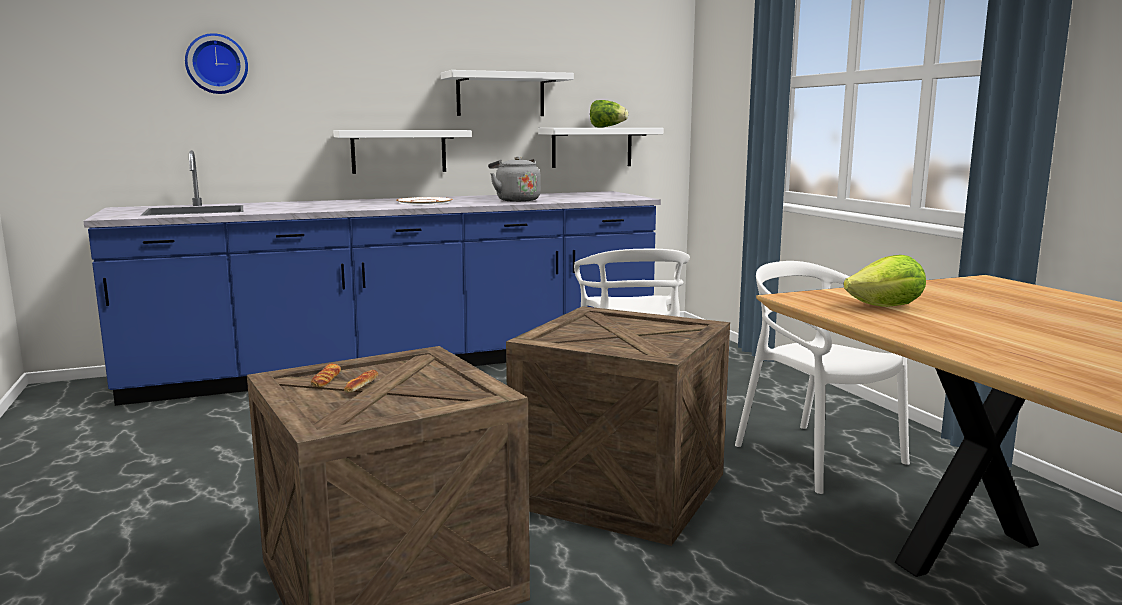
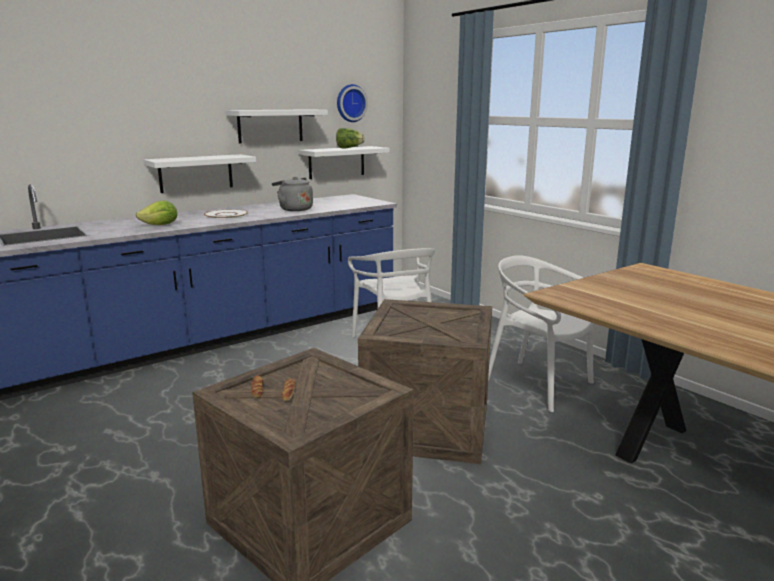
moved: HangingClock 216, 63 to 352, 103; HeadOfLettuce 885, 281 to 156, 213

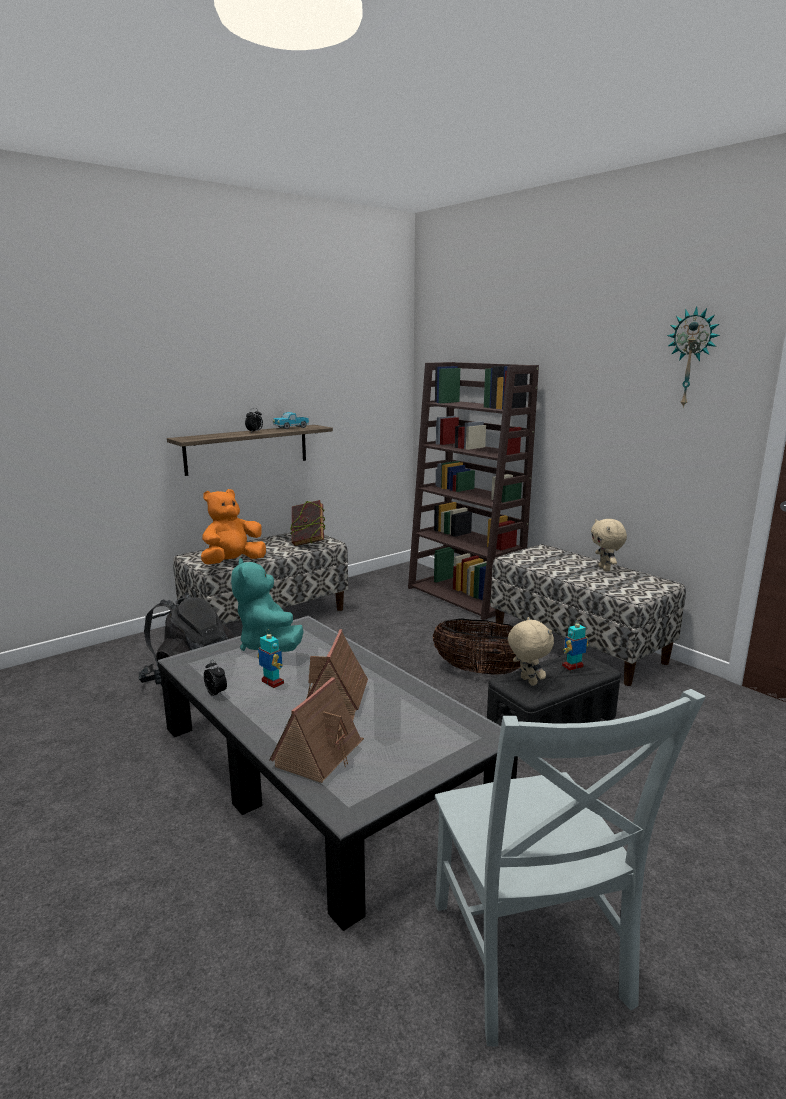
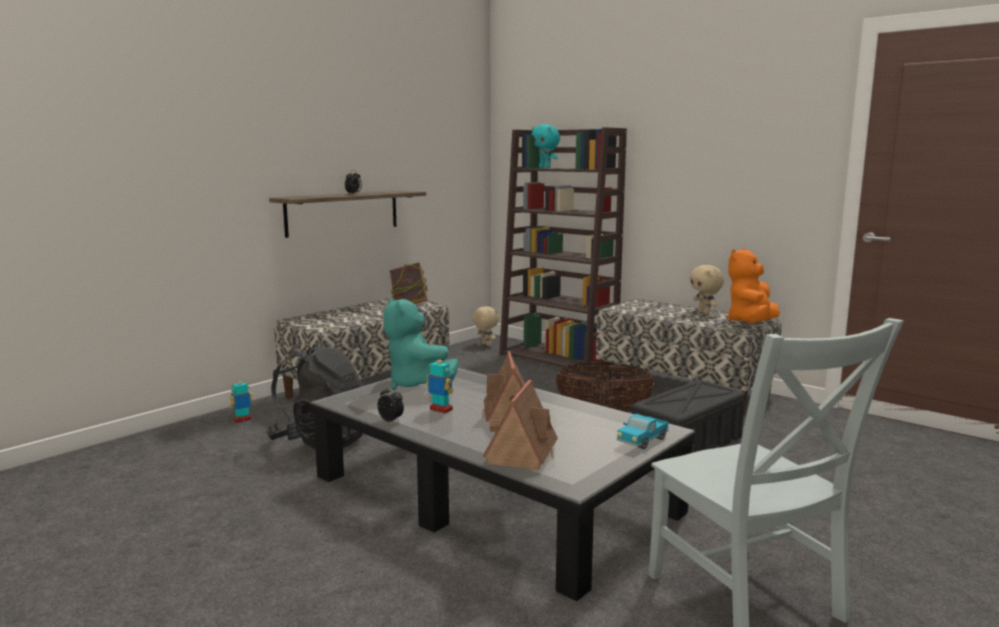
removed: HangingClock 693, 357
added: TurquoiseColouredCuddlyToy 546, 146
moved: OrangeColouredCuddlyToy 233, 526 to 753, 285; ToyLorry 291, 420 to 643, 431; SandColouredCuddlyToy 531, 651 to 486, 326; RobotFigure 575, 645 to 241, 400

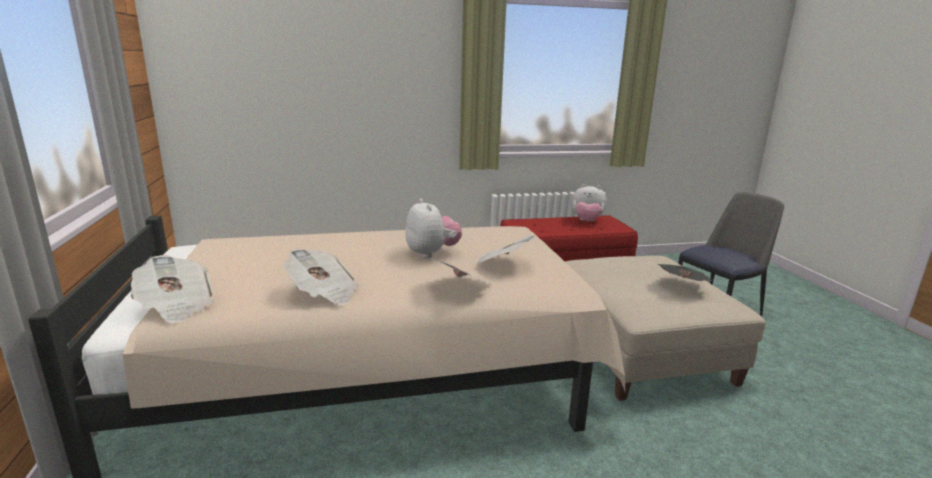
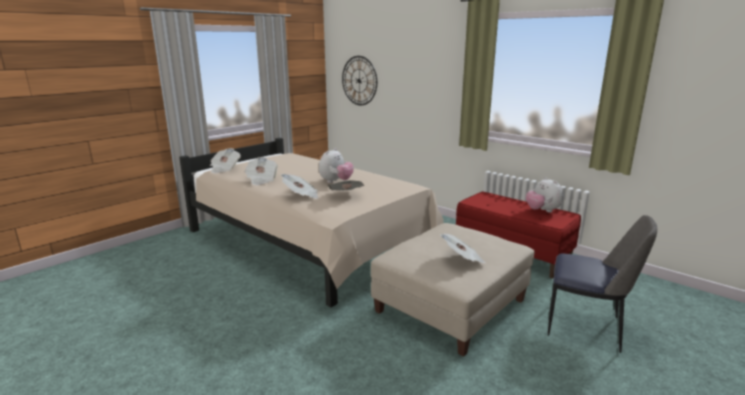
added: HangingClock 359, 80

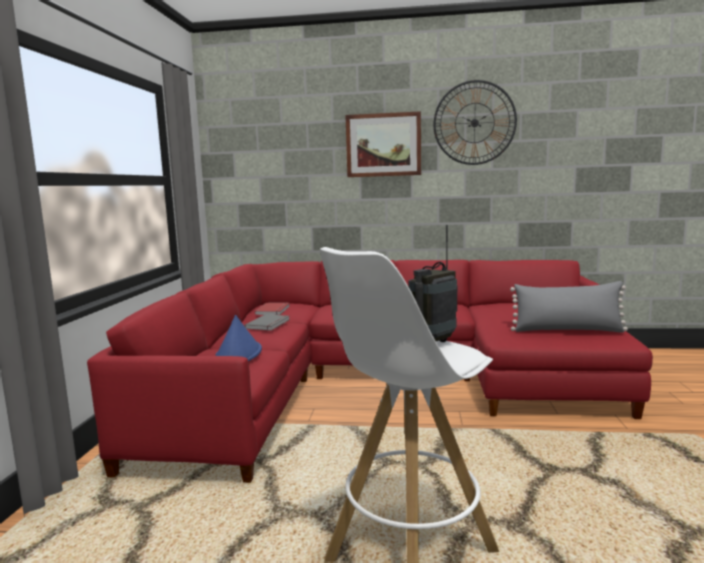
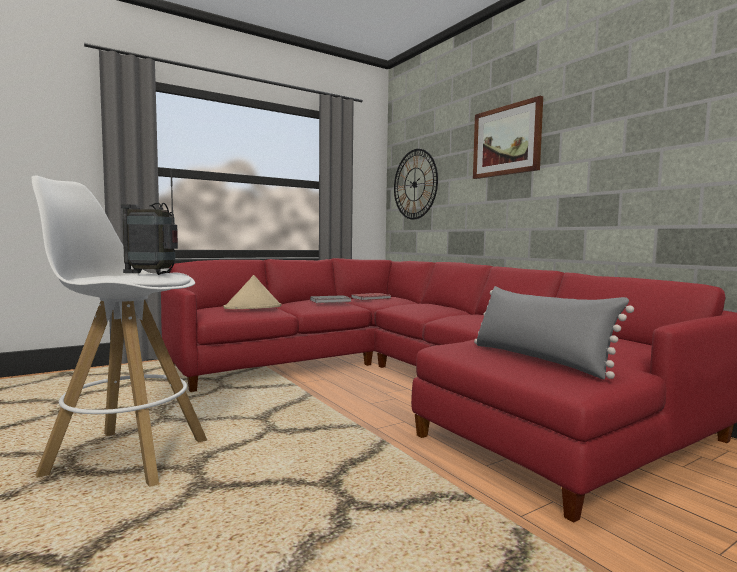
moved: HangingClock 475, 122 to 416, 184
recoloured: BlueColouredHat 238, 338 to SandColouredHat 252, 292

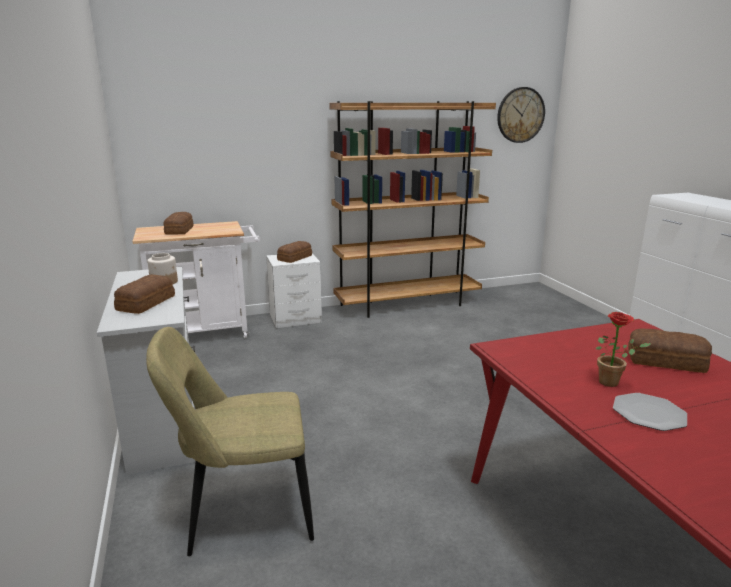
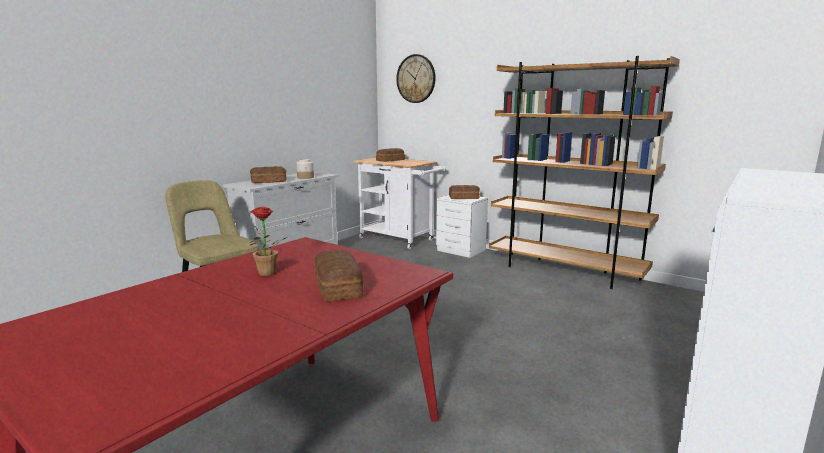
removed: FlatDish 650, 412
moved: HangingClock 521, 115 to 416, 78

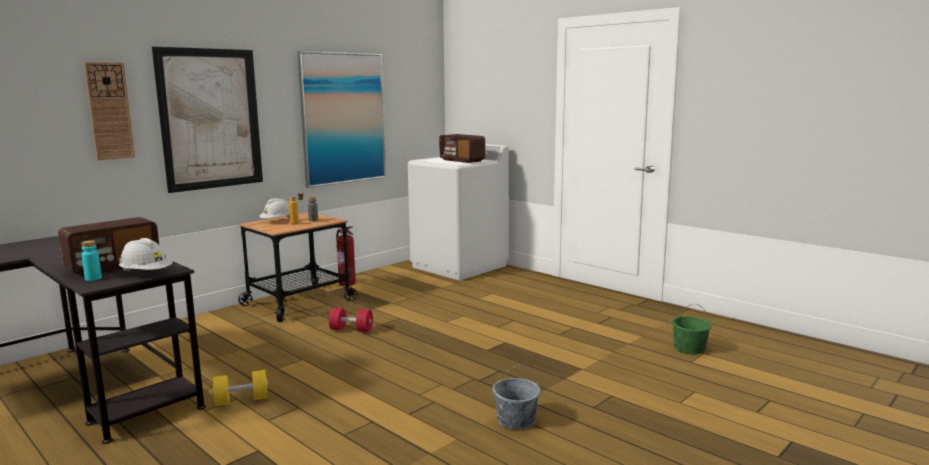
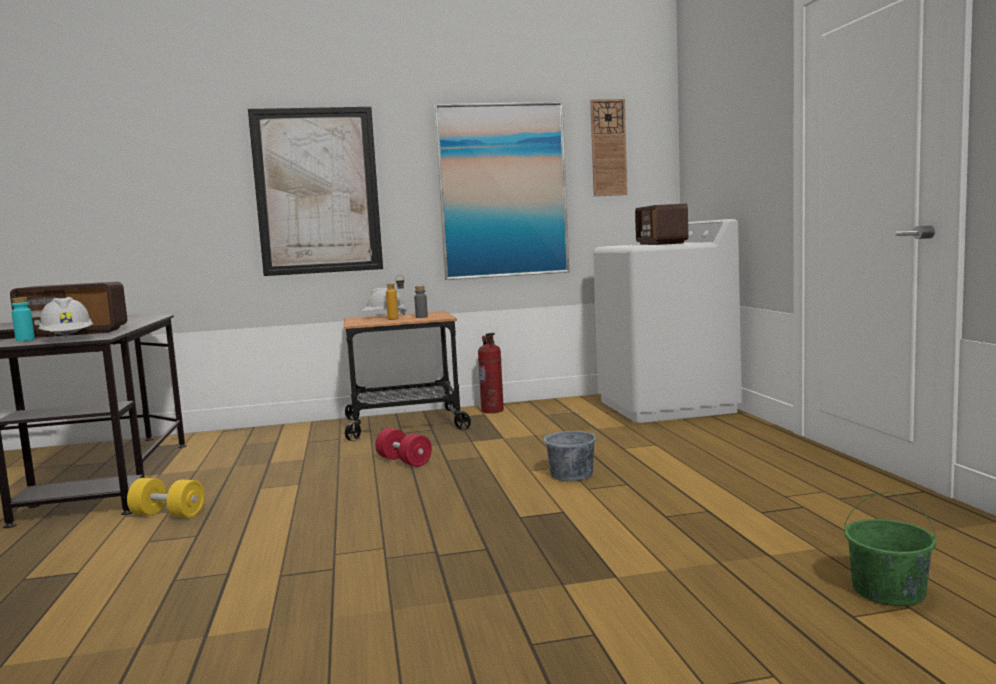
moved: HangingClock 109, 111 to 609, 147; GreyBucket 517, 397 to 570, 445

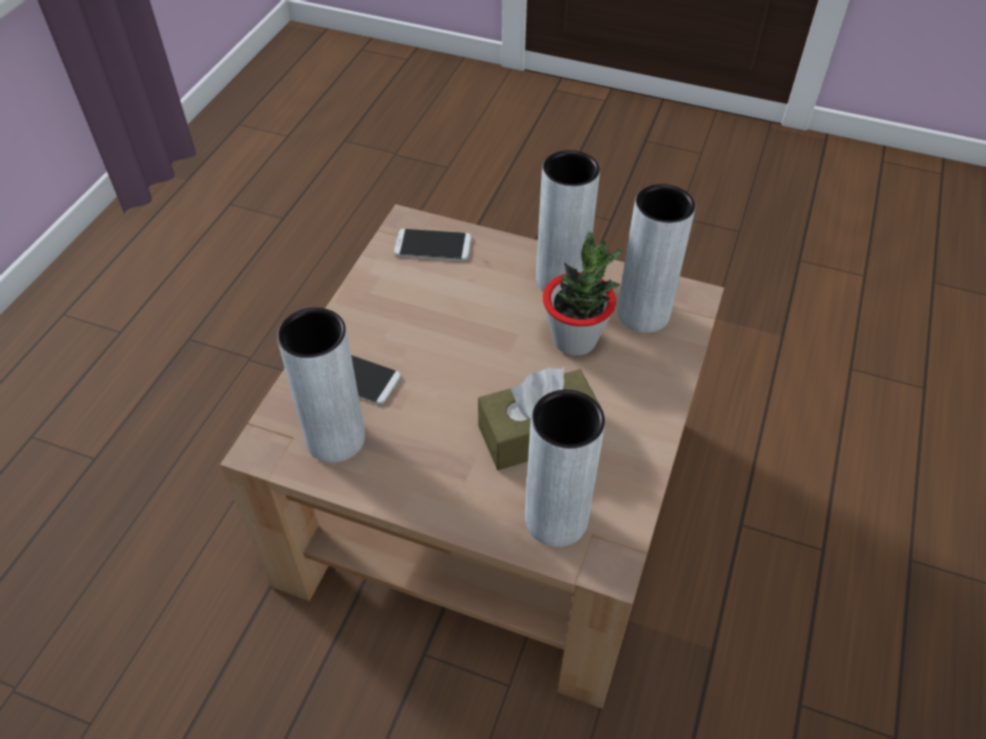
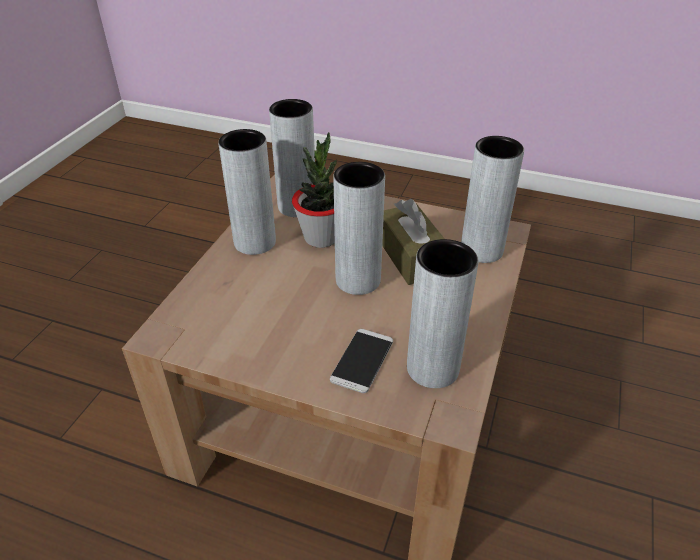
removed: Phone 433, 244
added: GreyDecorativeVase 359, 228

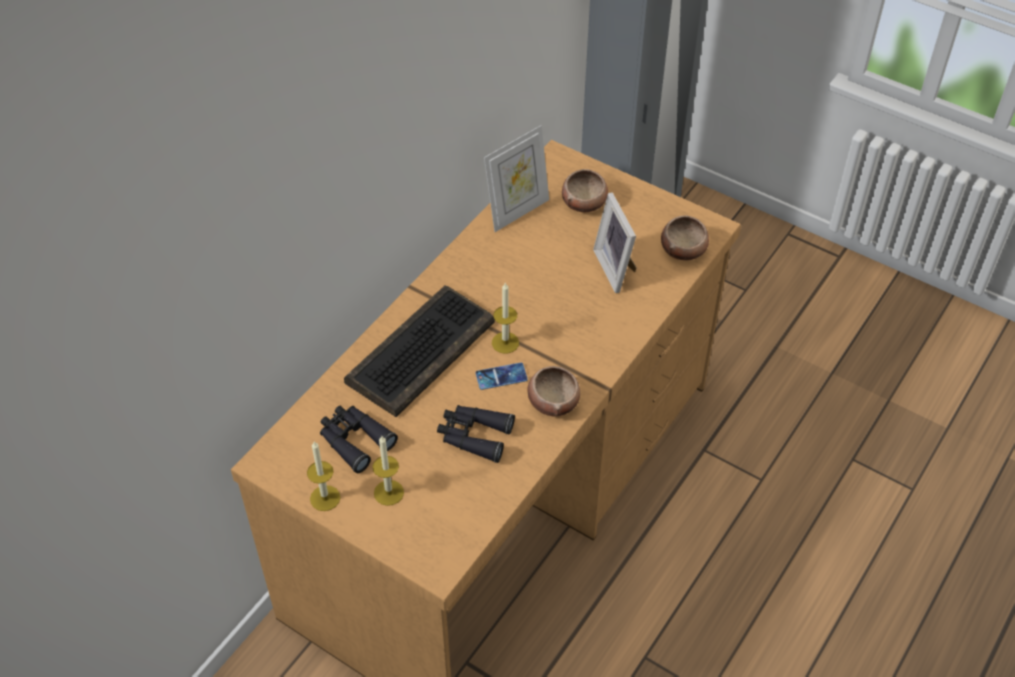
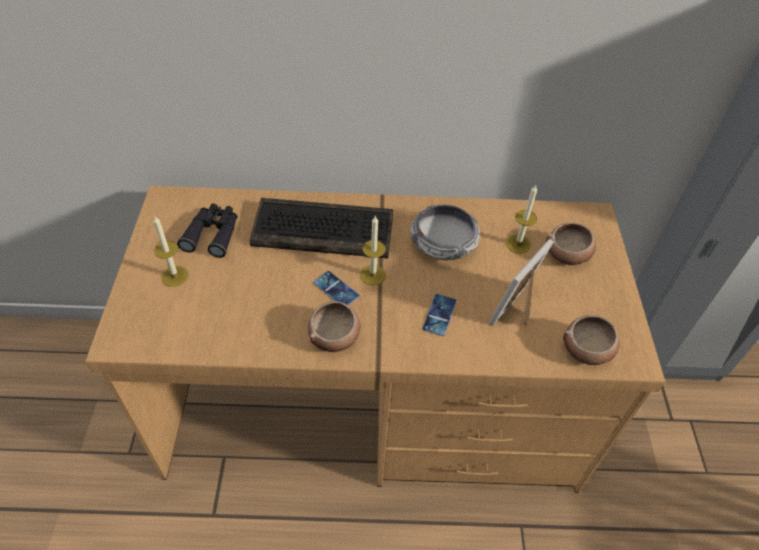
removed: BlackPairOfBinoculars 476, 434; PhotoFrame 516, 178
added: Bowl 445, 232; Phone 439, 315
moved: WaxCandle 323, 476 to 521, 219

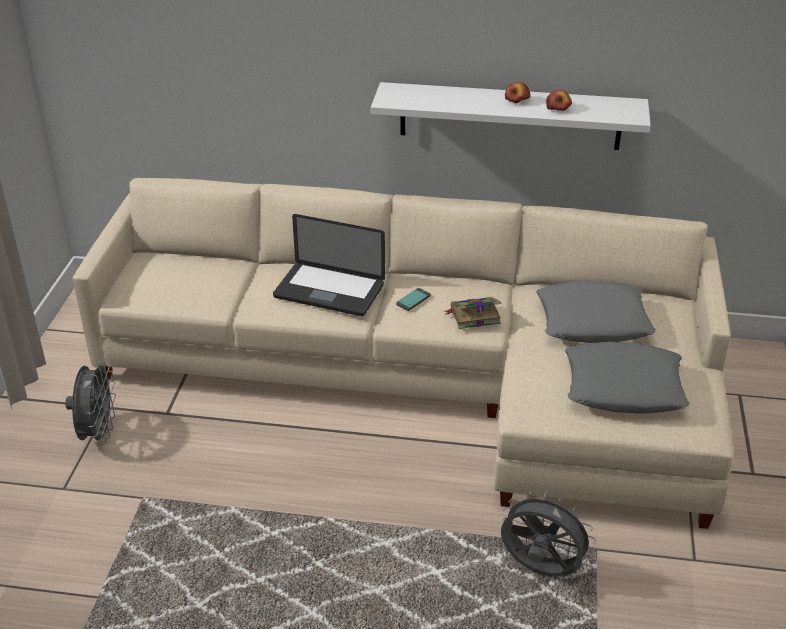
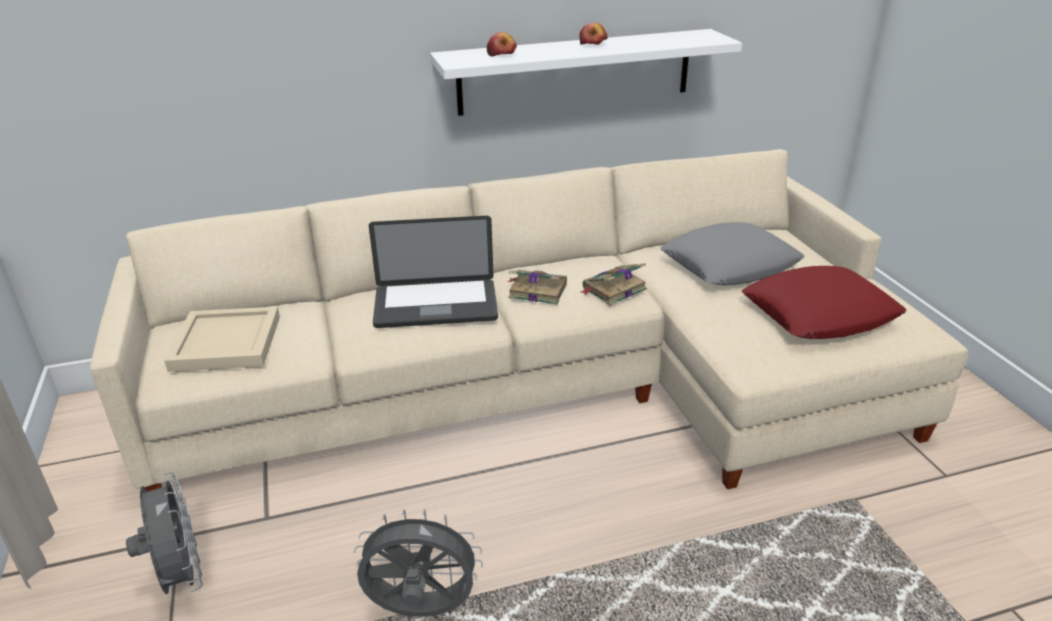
added: SandColouredCarryingTray 222, 339
moved: GreyCoolingFan 548, 534 to 418, 563; WholeApple 559, 100 to 502, 44
replaced: Phone 413, 299 to Book 537, 287
recoloured: GreyPillow 627, 378 to RedColouredPillow 824, 302

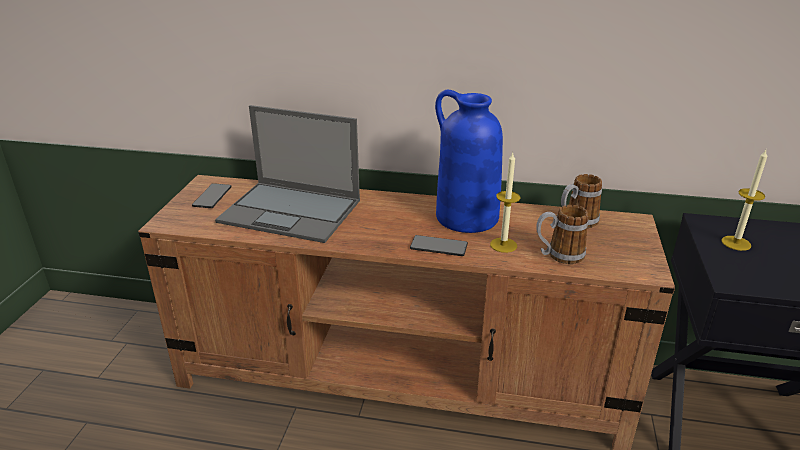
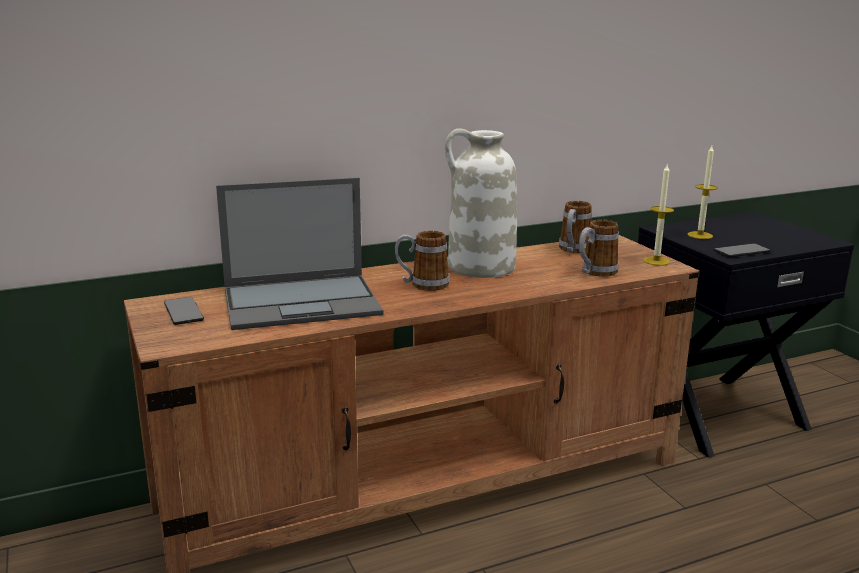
added: TeaMug 422, 261
moved: Phone 439, 245 to 742, 250; WaxCandle 505, 203 to 658, 215
recoloured: BlueColouredDecorativeVase 469, 161 to WhitishDecorativeVase 481, 203

